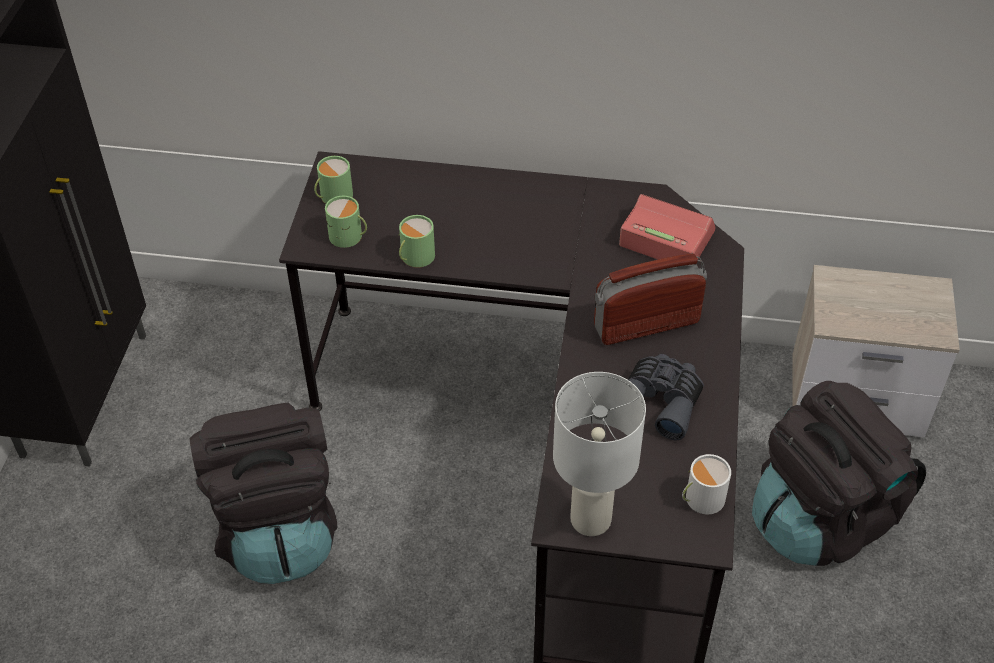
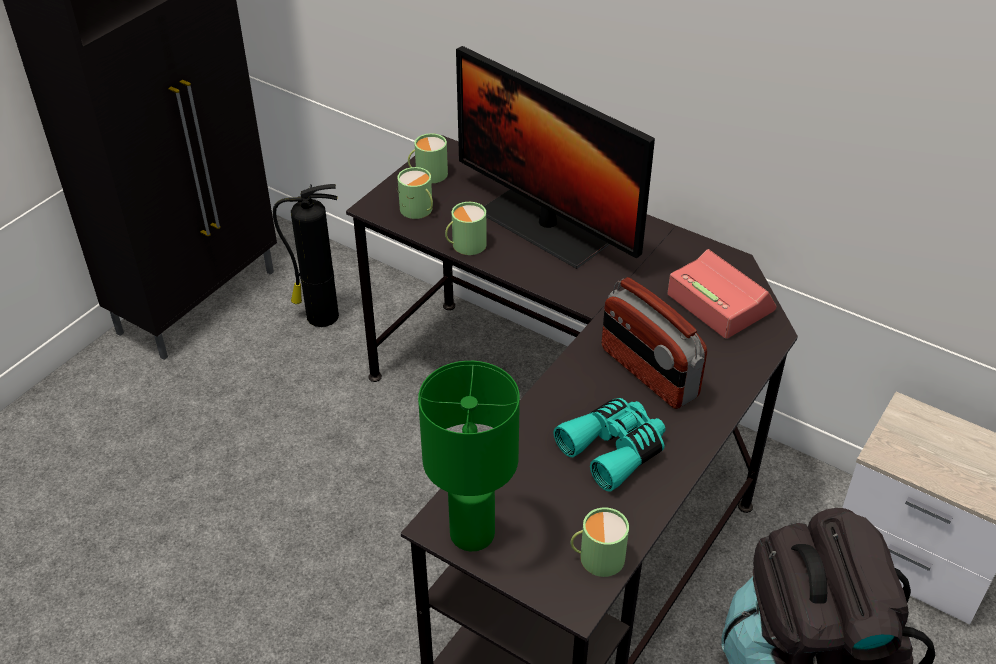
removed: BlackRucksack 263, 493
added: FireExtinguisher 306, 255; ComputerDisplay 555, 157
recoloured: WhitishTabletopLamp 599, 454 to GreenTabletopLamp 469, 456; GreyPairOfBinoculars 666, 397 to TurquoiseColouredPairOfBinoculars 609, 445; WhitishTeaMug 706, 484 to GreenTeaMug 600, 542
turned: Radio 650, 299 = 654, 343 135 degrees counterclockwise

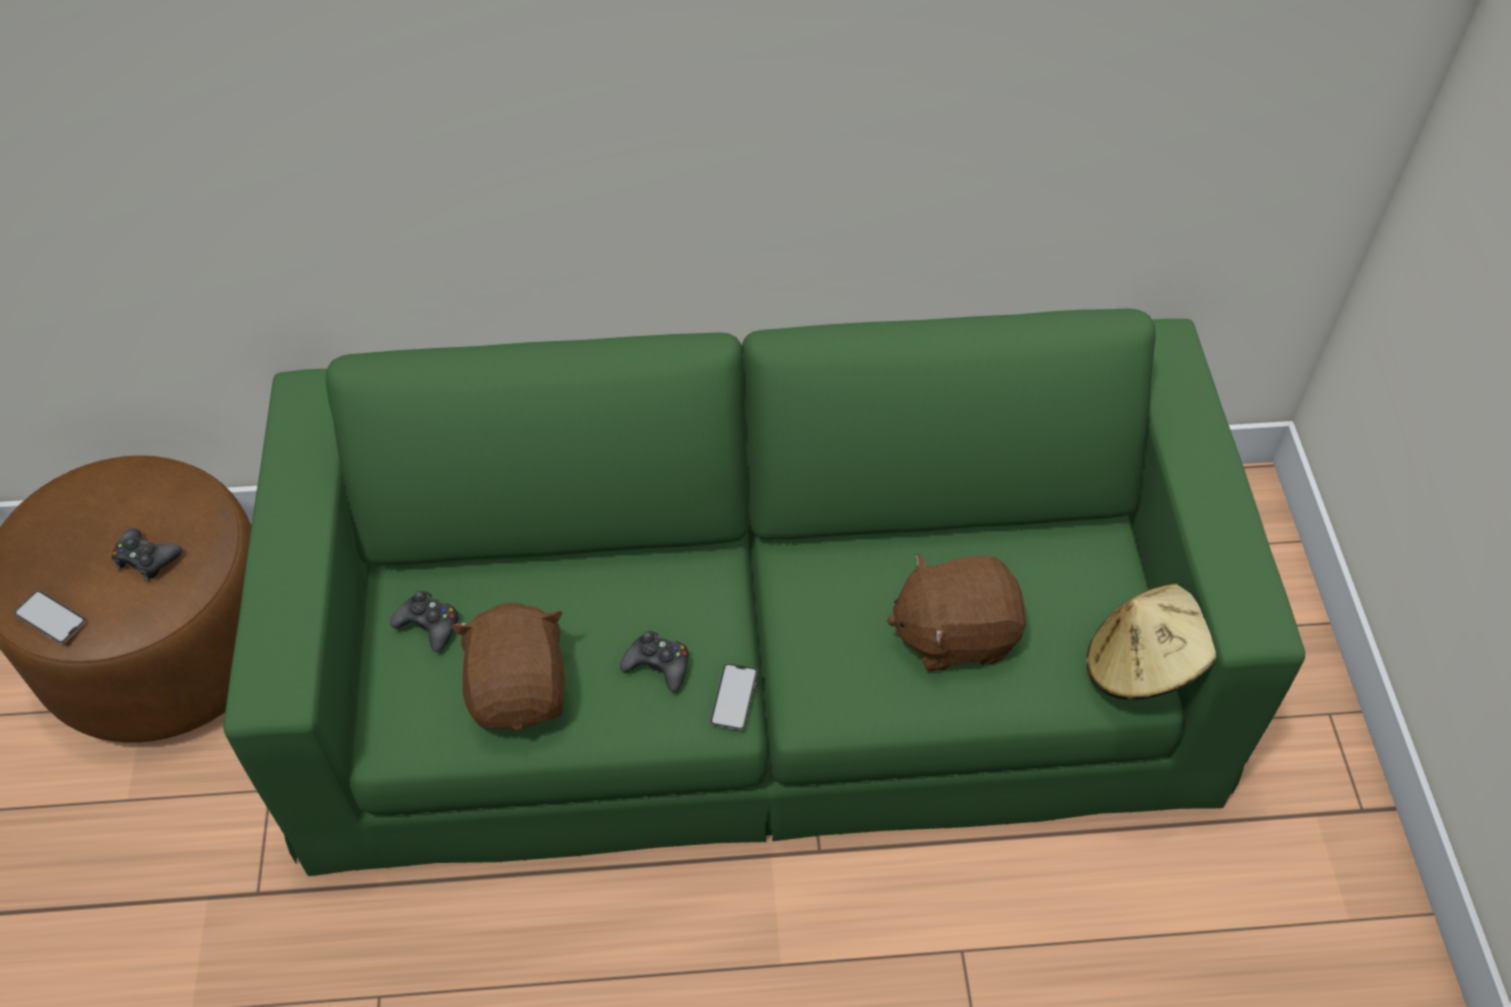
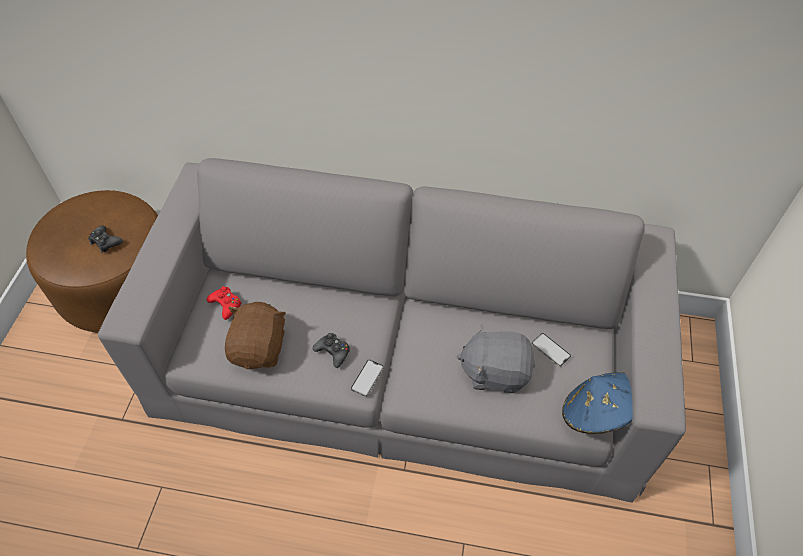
moved: Phone 50, 617 to 551, 350
recoloured: GreenSofa 764, 592 to GreySofa 392, 330; BlackGameController 424, 622 to RedColouredGameController 224, 303; BrownishCuddlyToy 956, 612 to GreyCuddlyToy 496, 358; SandColouredHat 1151, 641 to BlueColouredHat 597, 403

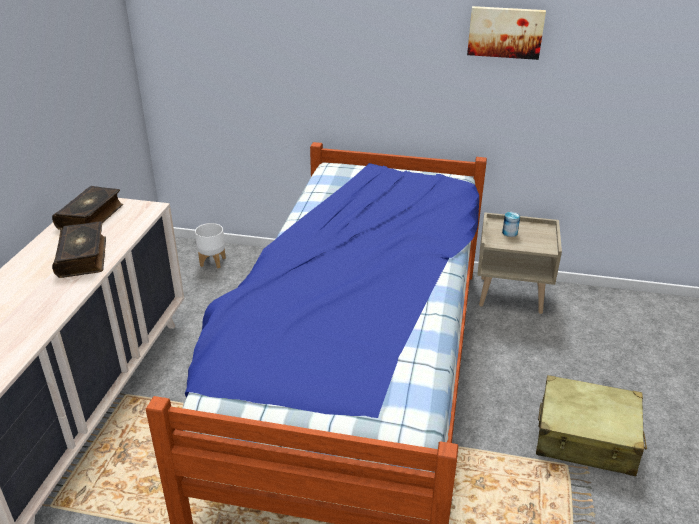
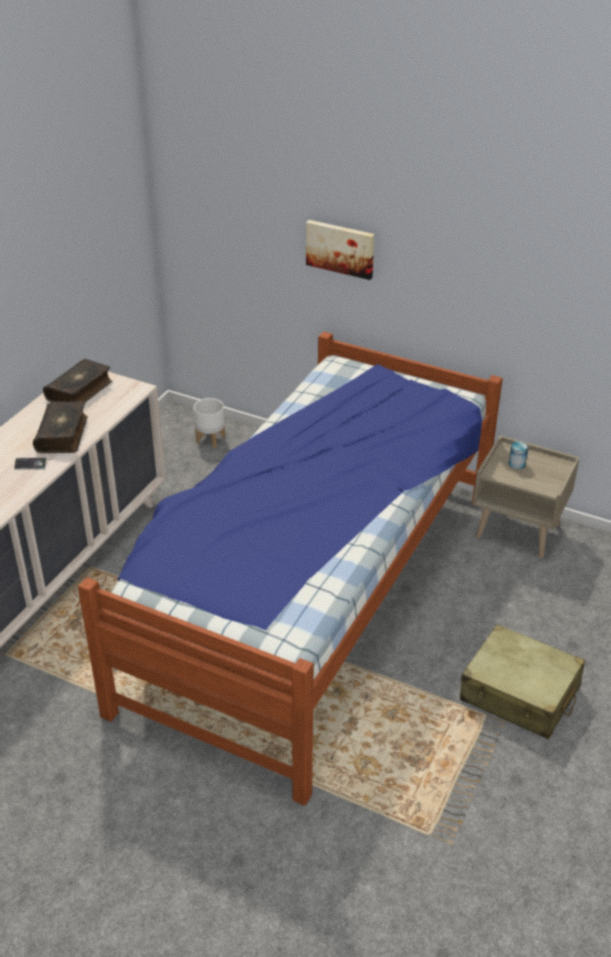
added: Phone 30, 464
moved: WallArt 506, 33 to 340, 250

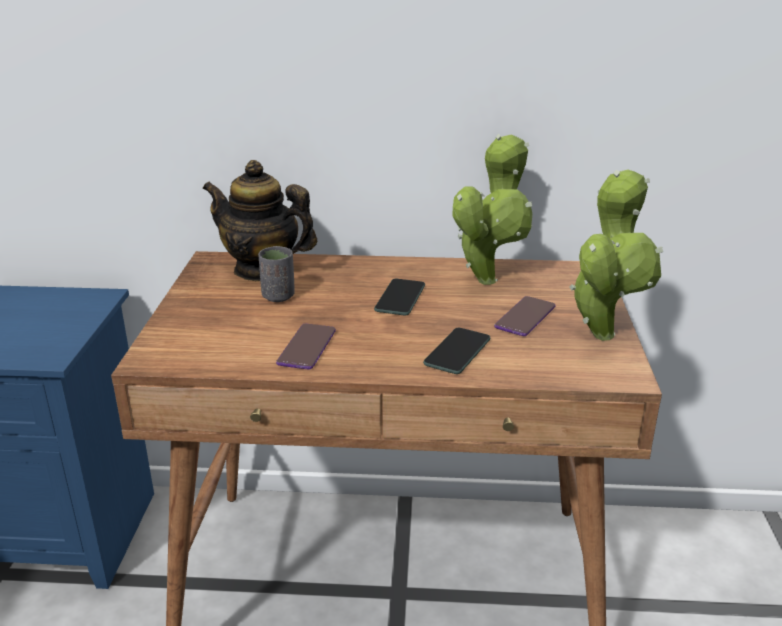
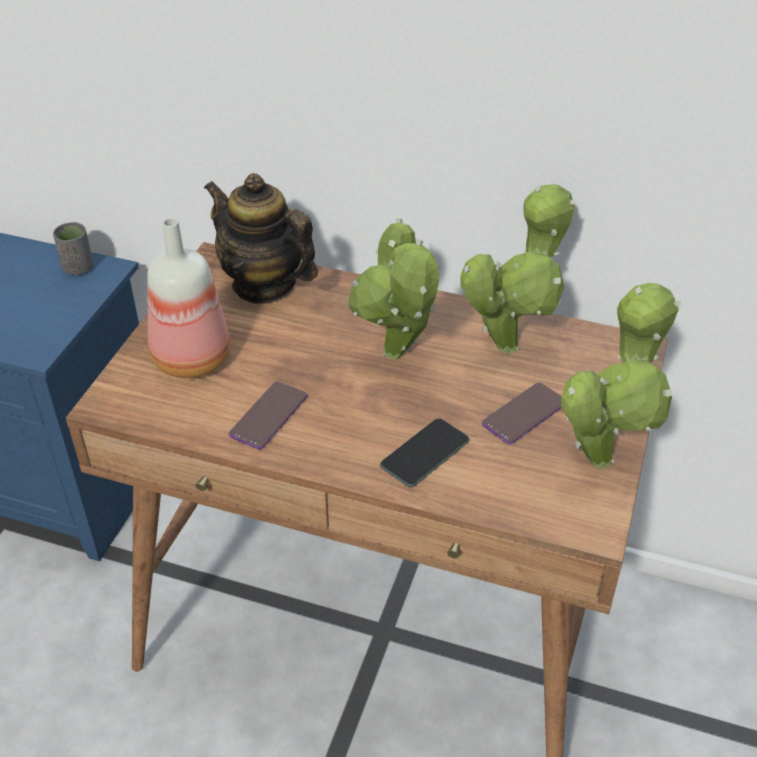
added: BeverageBottle 189, 298
moved: GreyDrinkingCup 276, 274 to 73, 248
replaced: Phone 399, 297 to PlantInAPot 394, 288

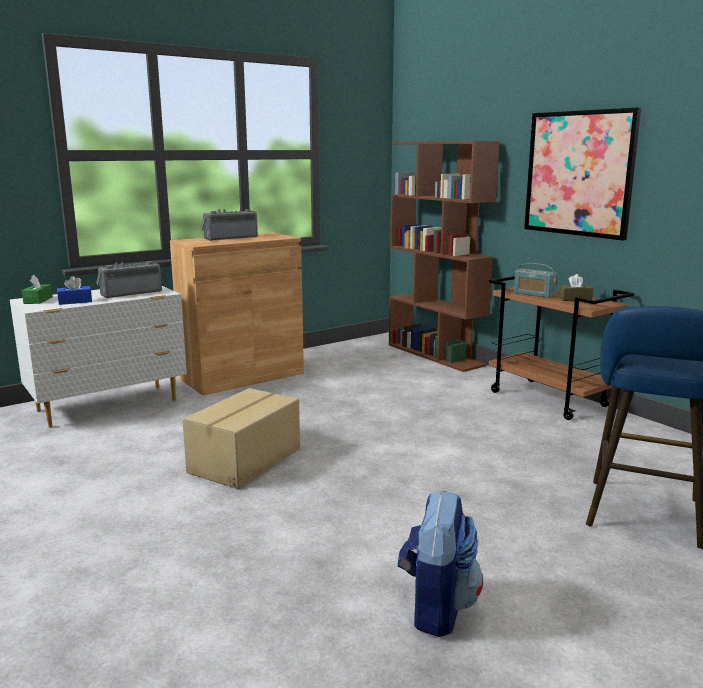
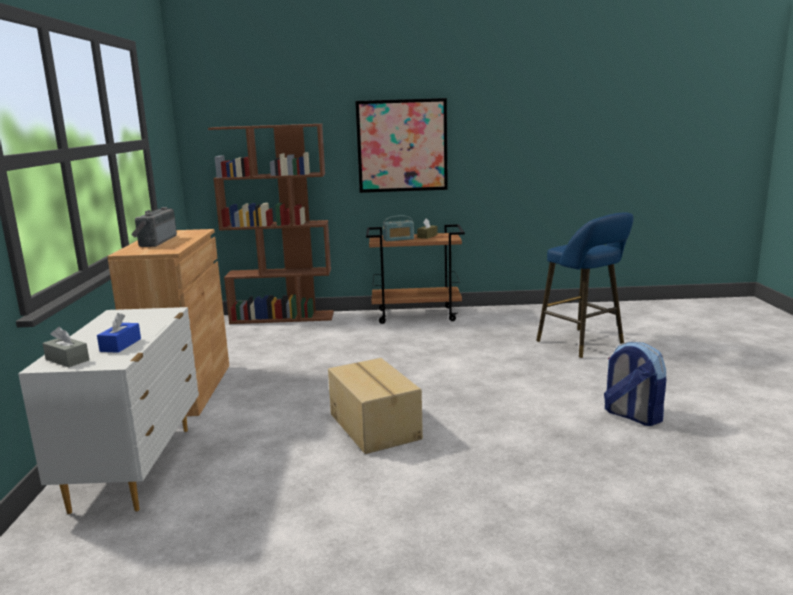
removed: Radio 129, 279
recoloured: GreenTissueHolder 37, 289 to GreyTissueHolder 65, 347

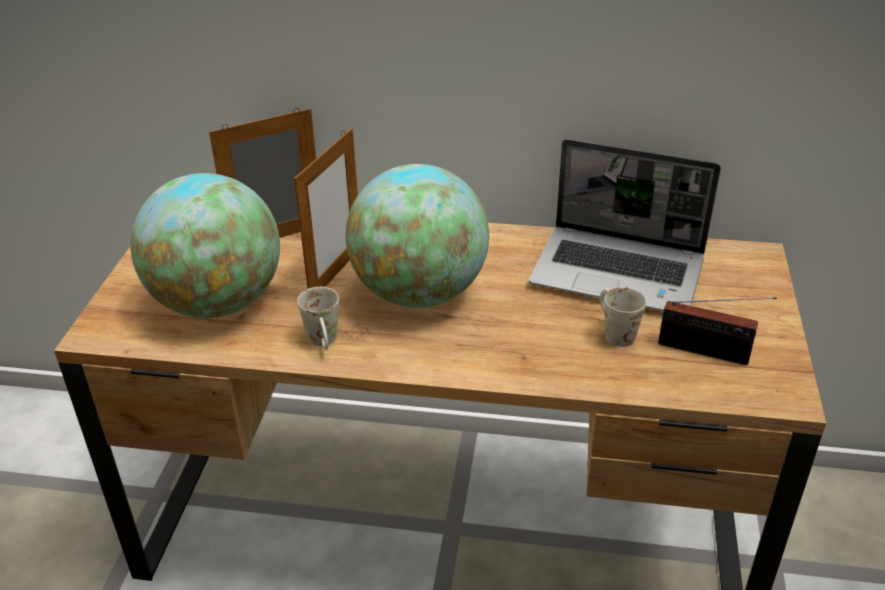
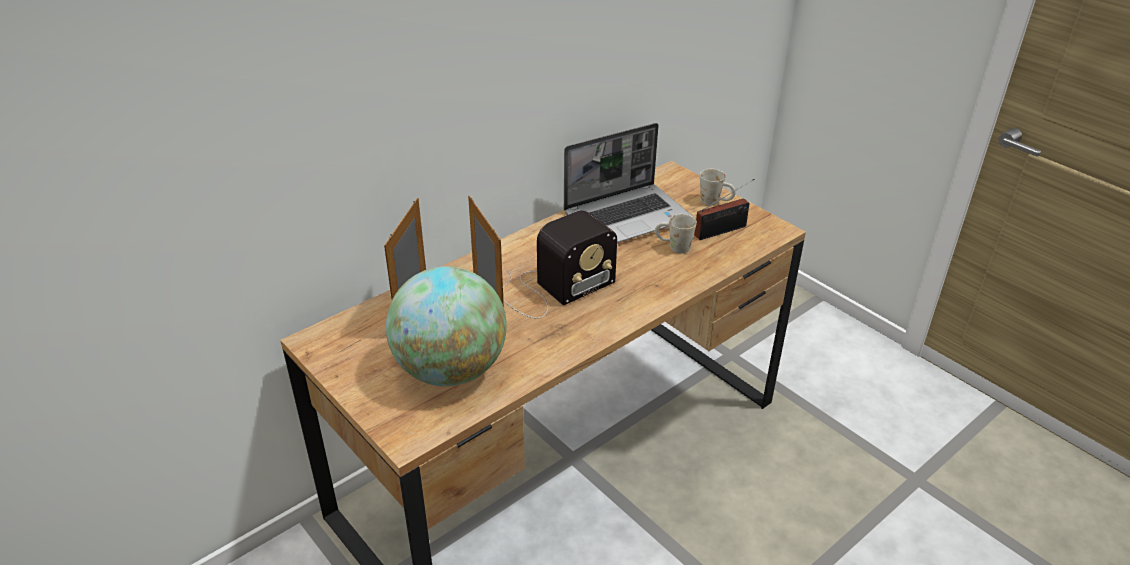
moved: WhitishTeaMug 318, 318 to 718, 187
replaced: WorldGlobe 417, 236 to Radio 560, 264

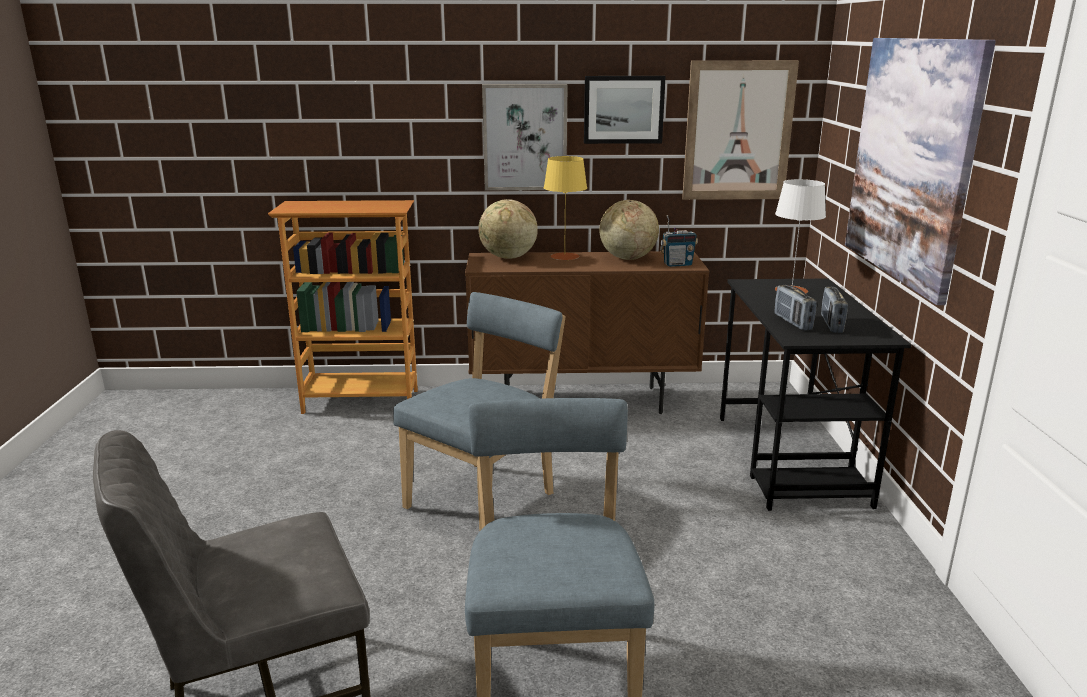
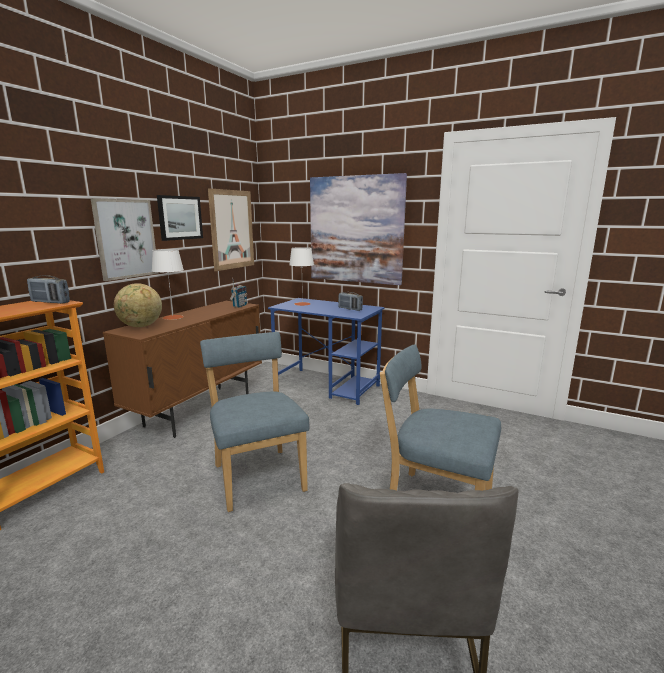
removed: WorldGlobe 629, 230
moved: Radio 795, 307 to 48, 289
recoloured: YellowColouredTabletopLamp 565, 208 to WhitishTabletopLamp 168, 284; BlackDeskUnit 815, 395 to BlueColouredDeskUnit 326, 351

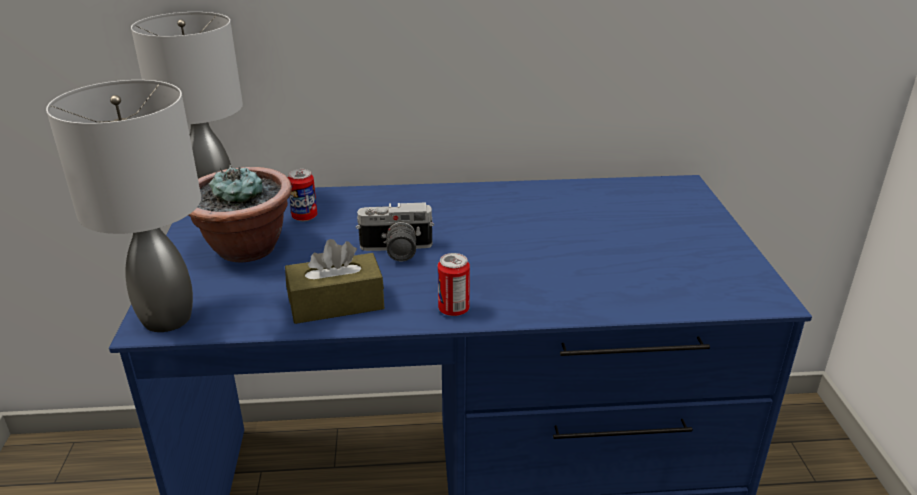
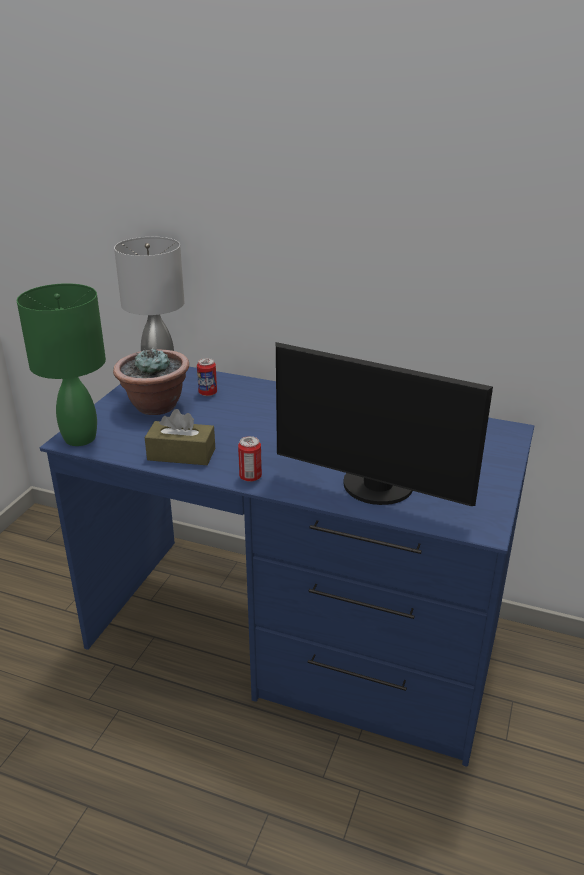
removed: StillCamera 395, 232
added: ComputerDisplay 384, 424
recoloured: GreyTabletopLamp 123, 206 to GreenTabletopLamp 61, 364

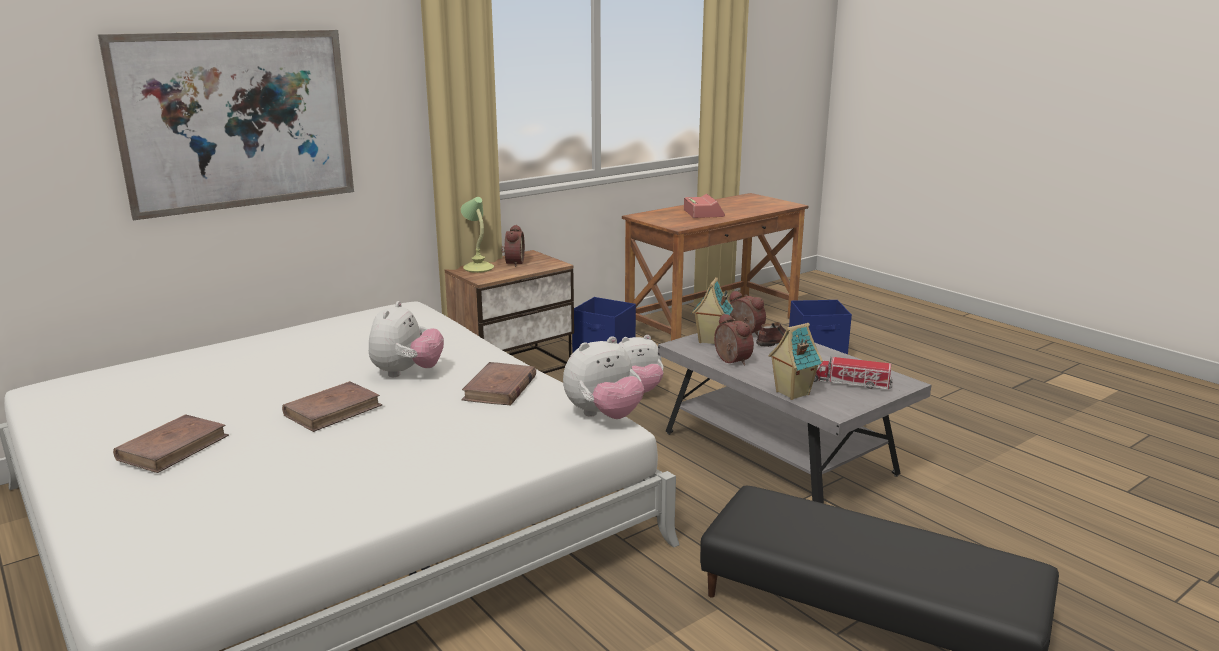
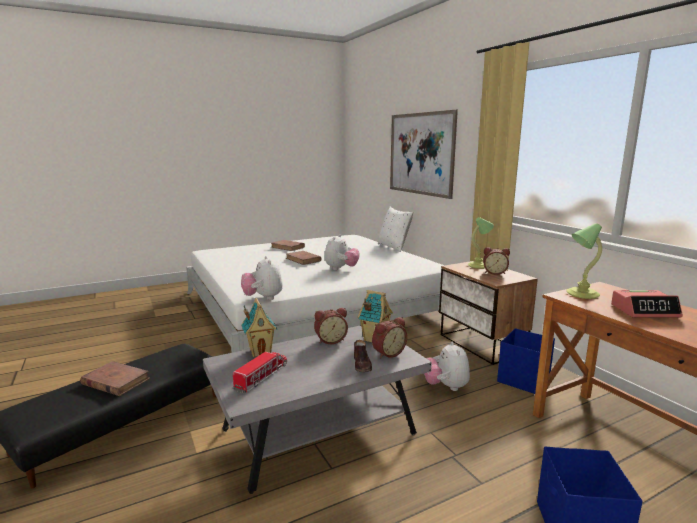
added: WhitishPillow 395, 229; TabletopLamp 584, 261
moved: BrownishBook 498, 384 to 115, 378
turned: CuddlyToy 406, 339 = 342, 252 90 degrees counterclockwise

